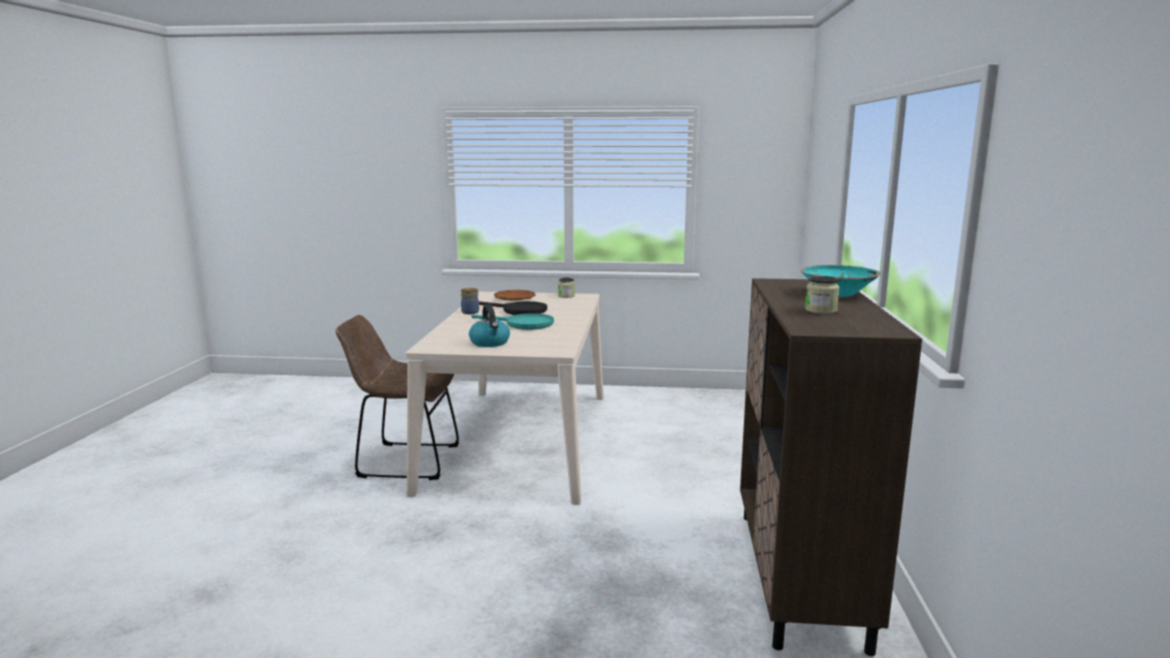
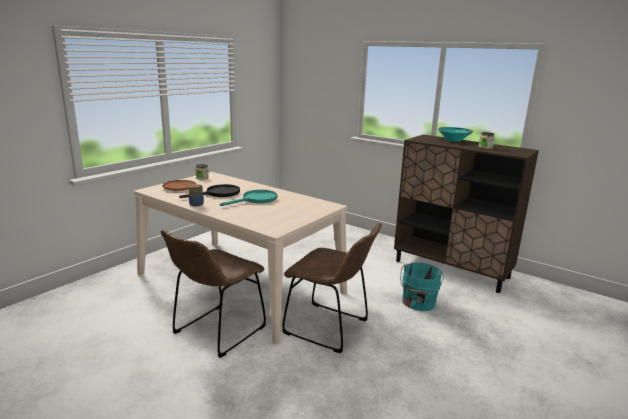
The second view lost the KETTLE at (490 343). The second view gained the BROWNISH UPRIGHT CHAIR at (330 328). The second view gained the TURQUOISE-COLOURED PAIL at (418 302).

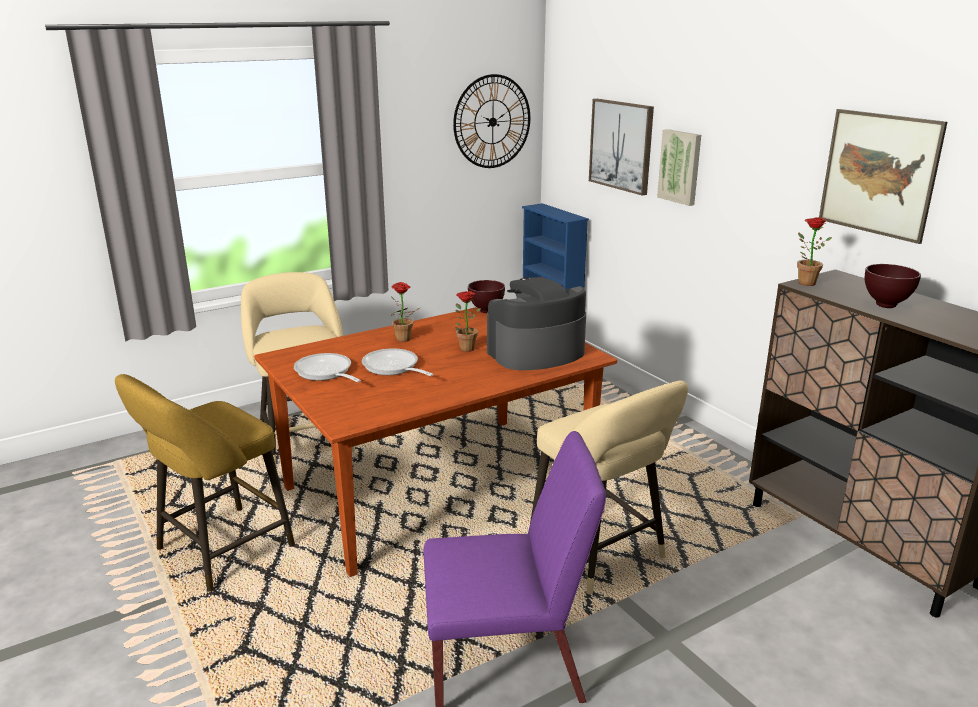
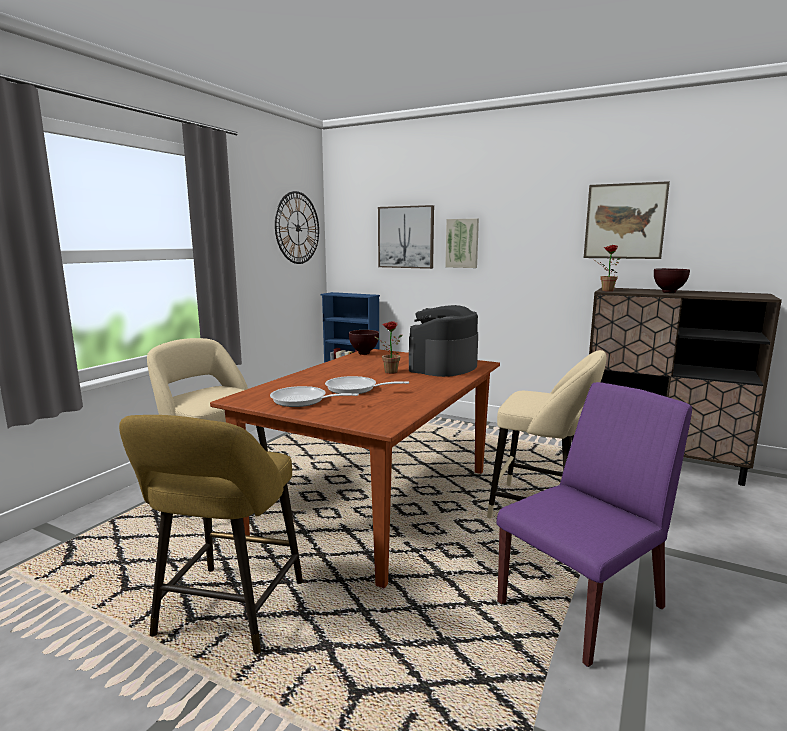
The second view lost the PLANT IN A POT at (404 340).

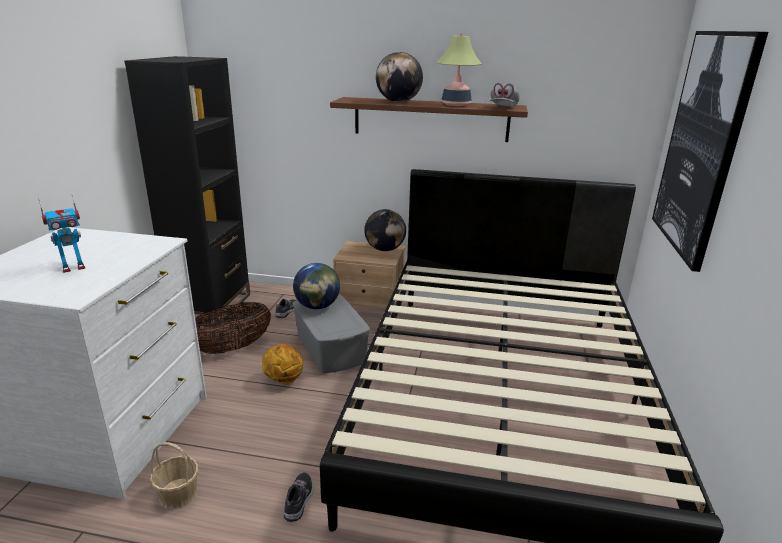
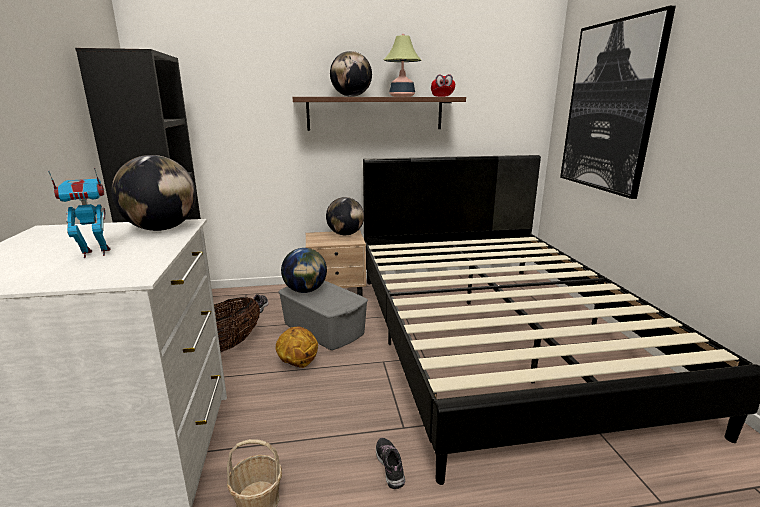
What was the GREY BASEBALL CAP at (503 108) turned into the REDDISH BASEBALL CAP at (442 96). The MODEL ROBOT at (73 267) ended up facing another way, 150 degrees counterclockwise from before. The second view gained the WORLD GLOBE at (162 229).

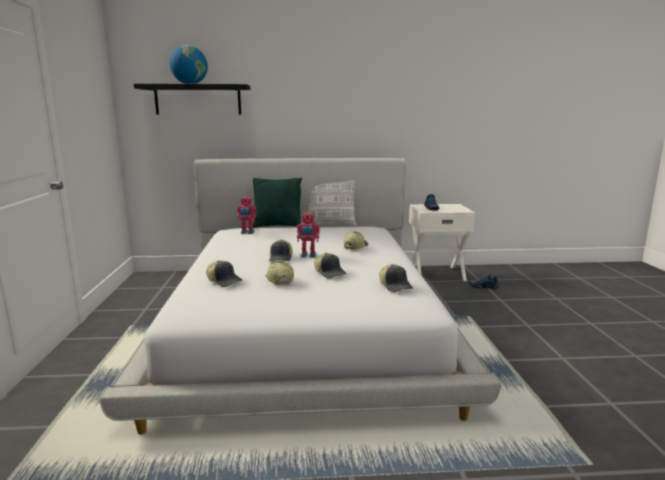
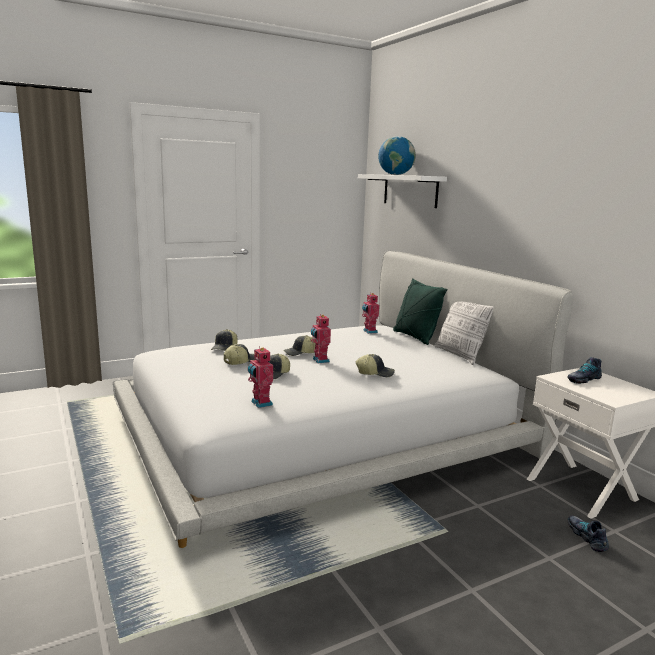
What was the BLACK-COLOURED WALL SHELF at (198 100) turned into the WHITE-COLOURED WALL SHELF at (410 190). Where the BASEBALL CAP stood at (395 286), the MODEL ROBOT came to stand at (260 403).

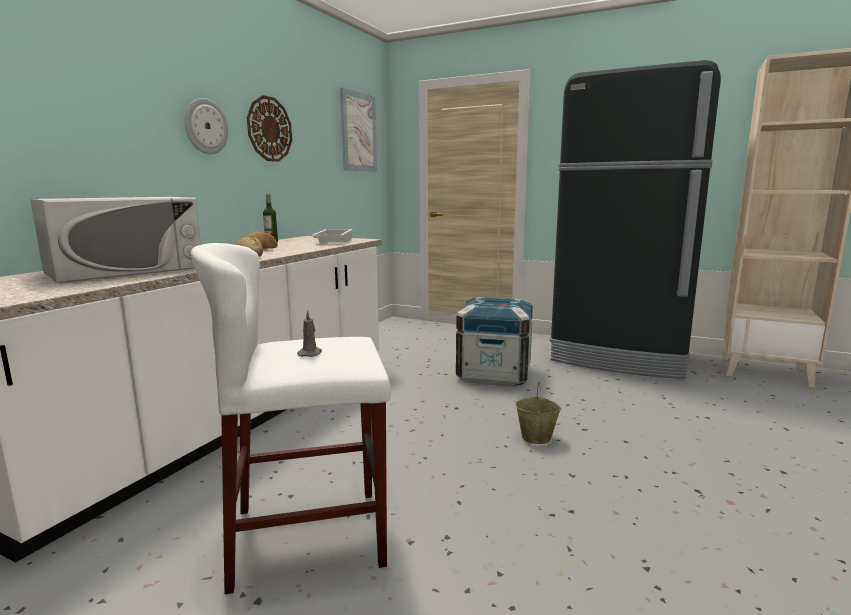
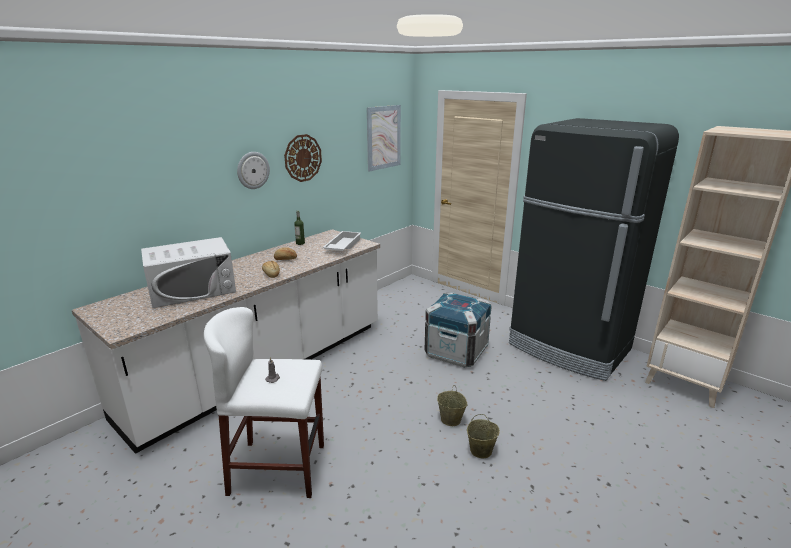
The second view gained the SAND-COLOURED PAIL at (480 450).

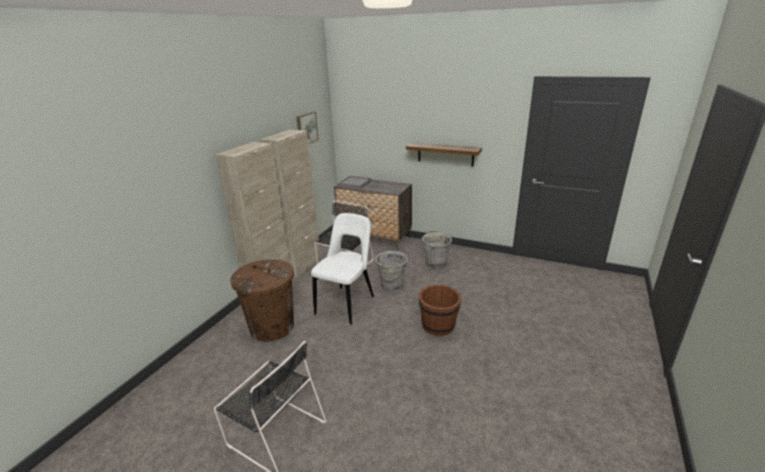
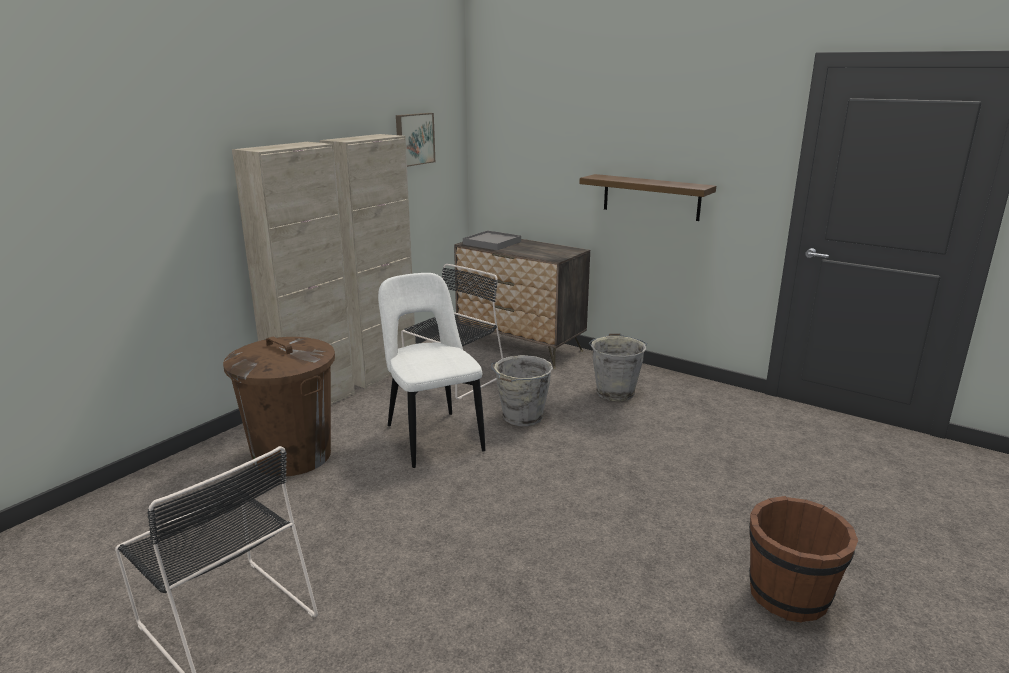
The WHITE-COLOURED UPRIGHT CHAIR at (347 303) ended up facing another way, 60 degrees counterclockwise from before. The BROWNISH PAIL ended up elsewhere, having gone from (438 326) to (789 596).

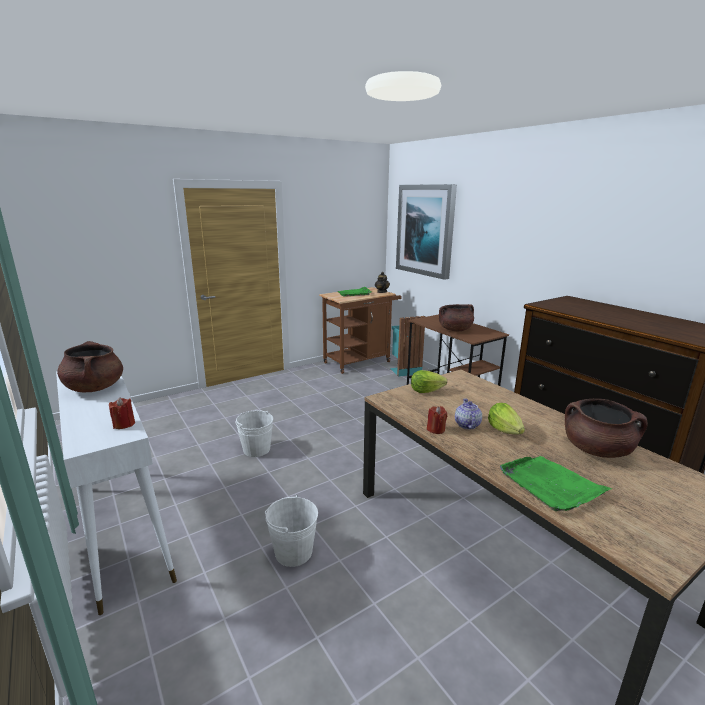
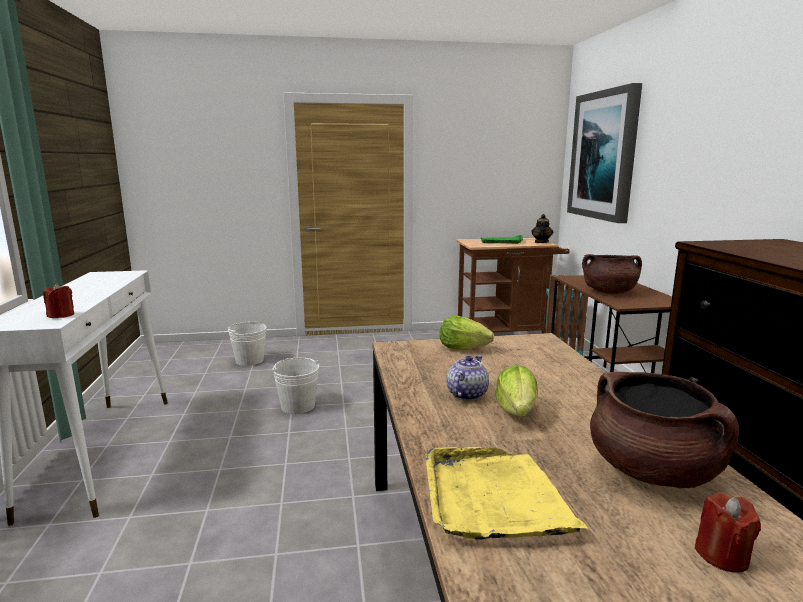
The second view lost the BROWNISH STOCKPOT at (94 388). The REDDISH CANDLE ended up elsewhere, having gone from (436 429) to (722 555). What was the GREEN TRAY at (550 485) turned into the YELLOW TRAY at (493 497). The WHITE-COLOURED PAIL ended up elsewhere, having gone from (293 552) to (249 360).

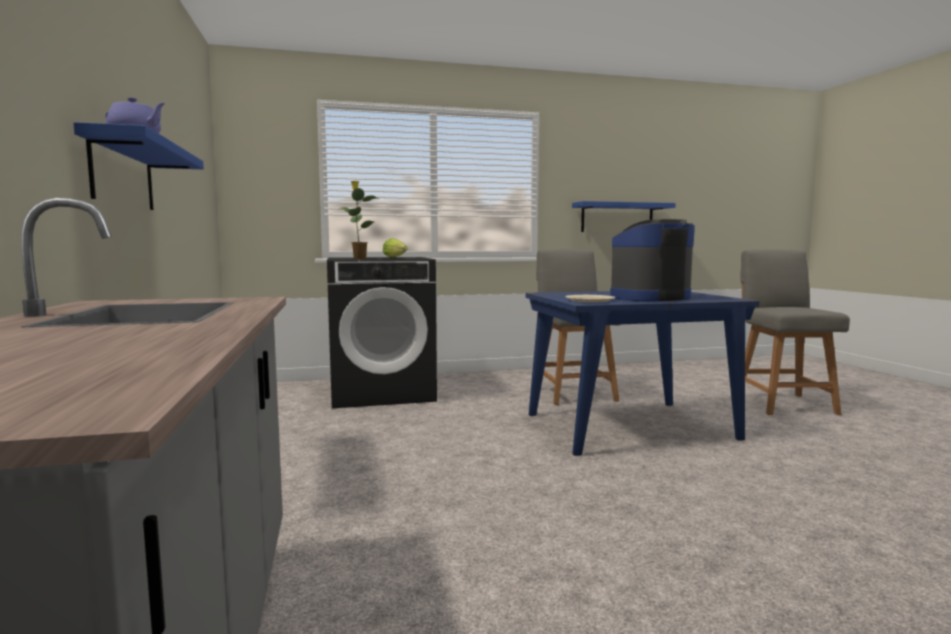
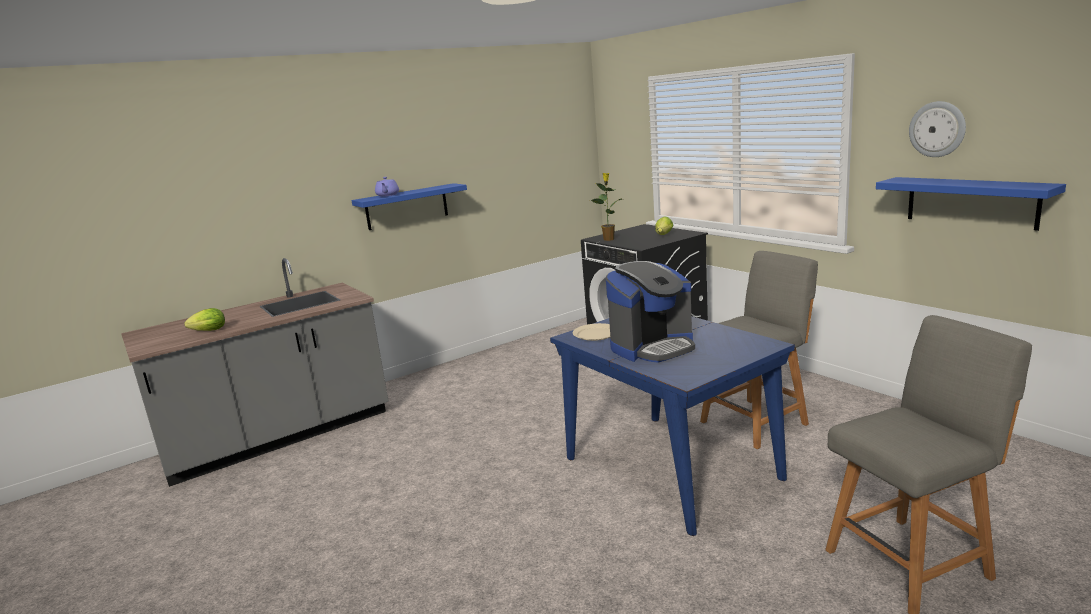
The COFFEE MACHINE at (648 297) ended up facing another way, 105 degrees clockwise from before. The second view gained the HANGING CLOCK at (937 129). The second view gained the LETTUCE at (207 331).

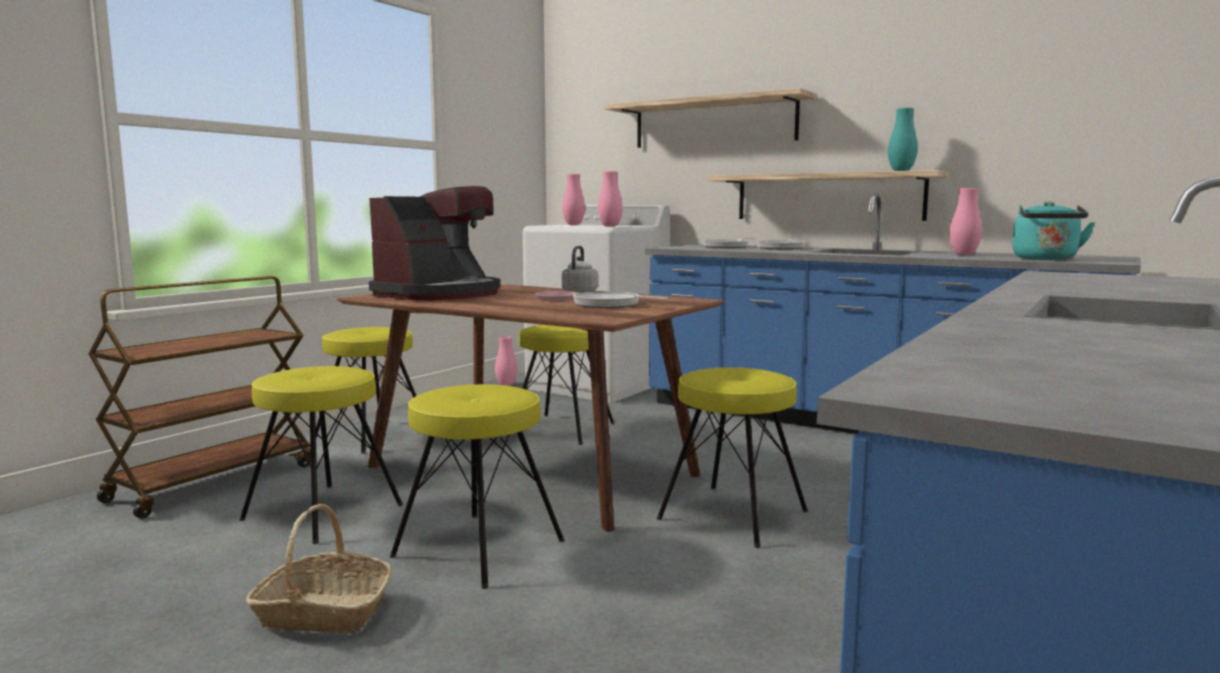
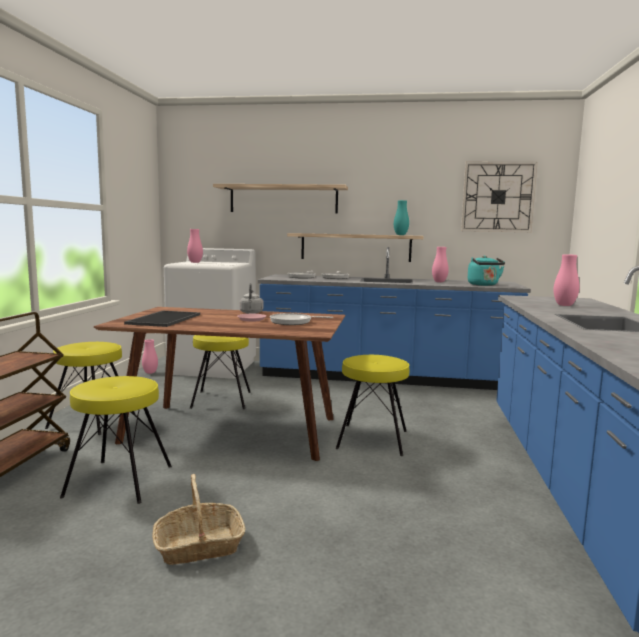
The PINK DECORATIVE VASE ended up elsewhere, having gone from (610 226) to (564 305). Where the COFFEE MACHINE stood at (440 294), the TRAY came to stand at (163 319). The second view lost the YELLOW STOOL SEAT at (477 548). The second view gained the HANGING CLOCK at (498 197).

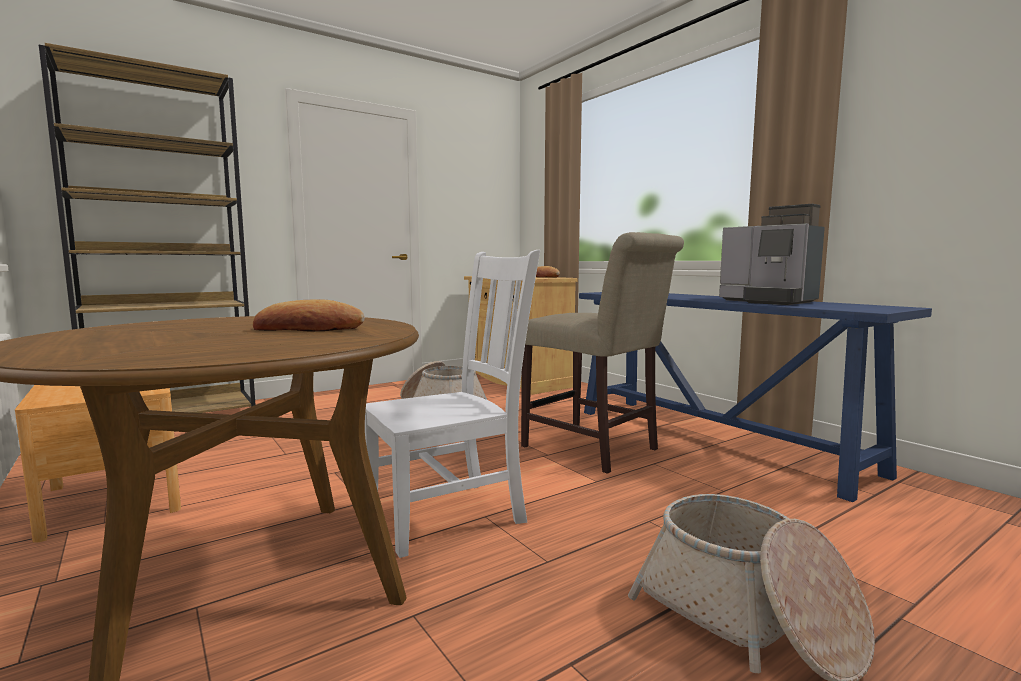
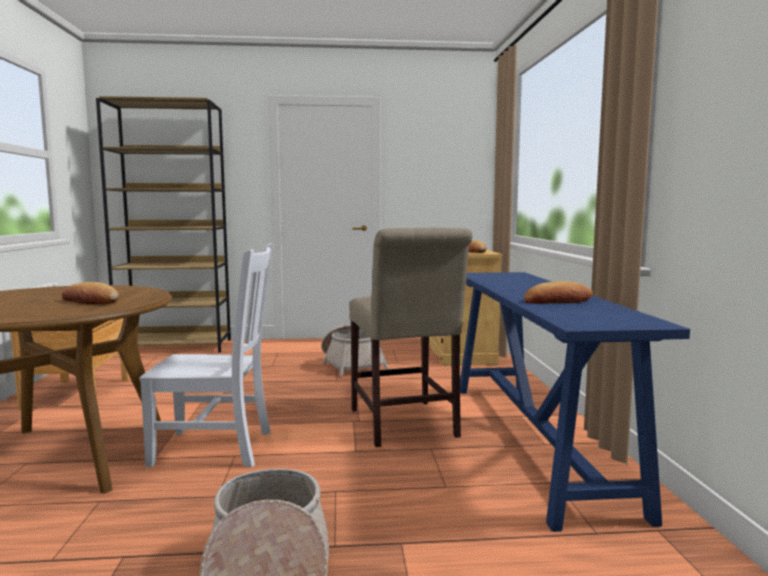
Where the COFFEE MACHINE stood at (769 301), the BAKERY BREAD came to stand at (558 301).

